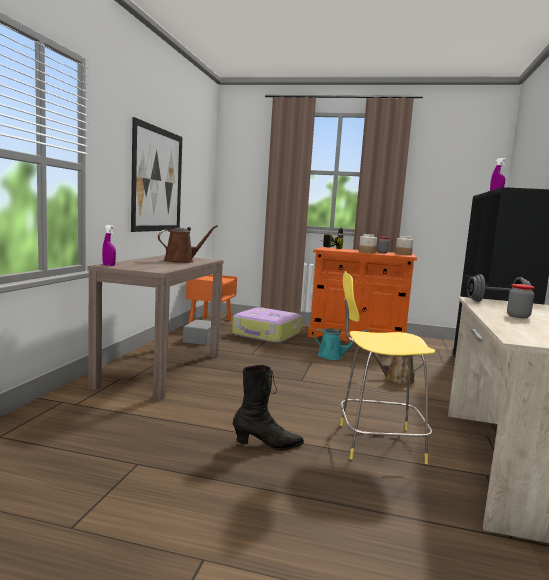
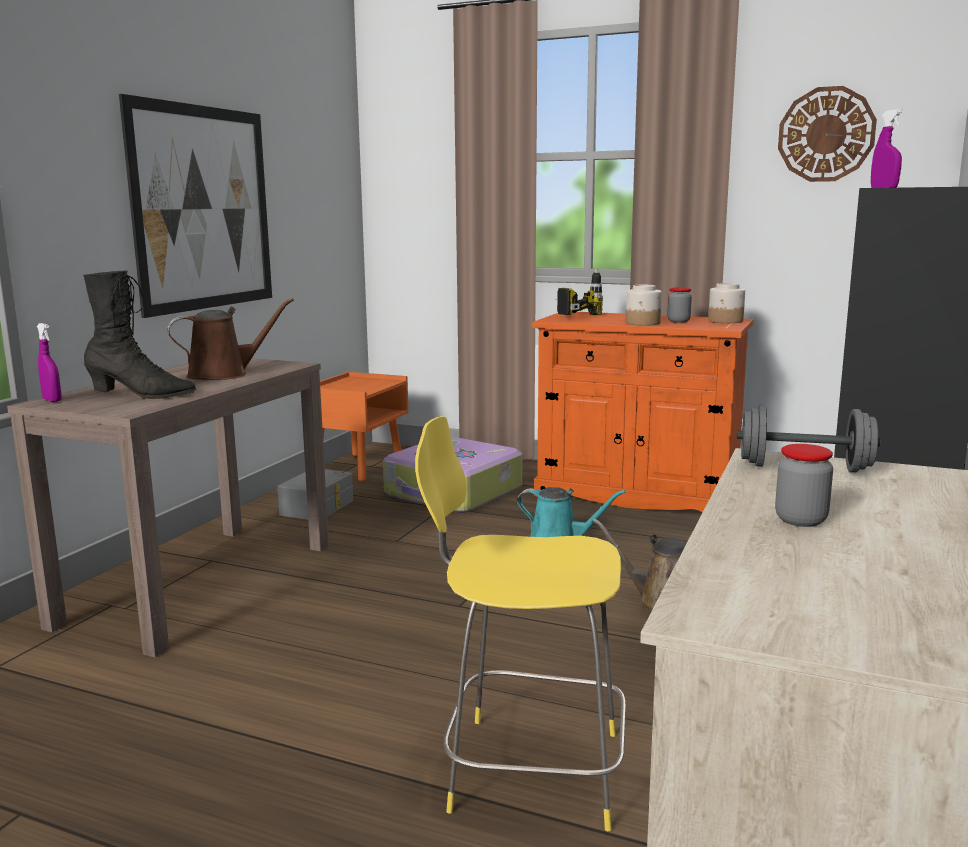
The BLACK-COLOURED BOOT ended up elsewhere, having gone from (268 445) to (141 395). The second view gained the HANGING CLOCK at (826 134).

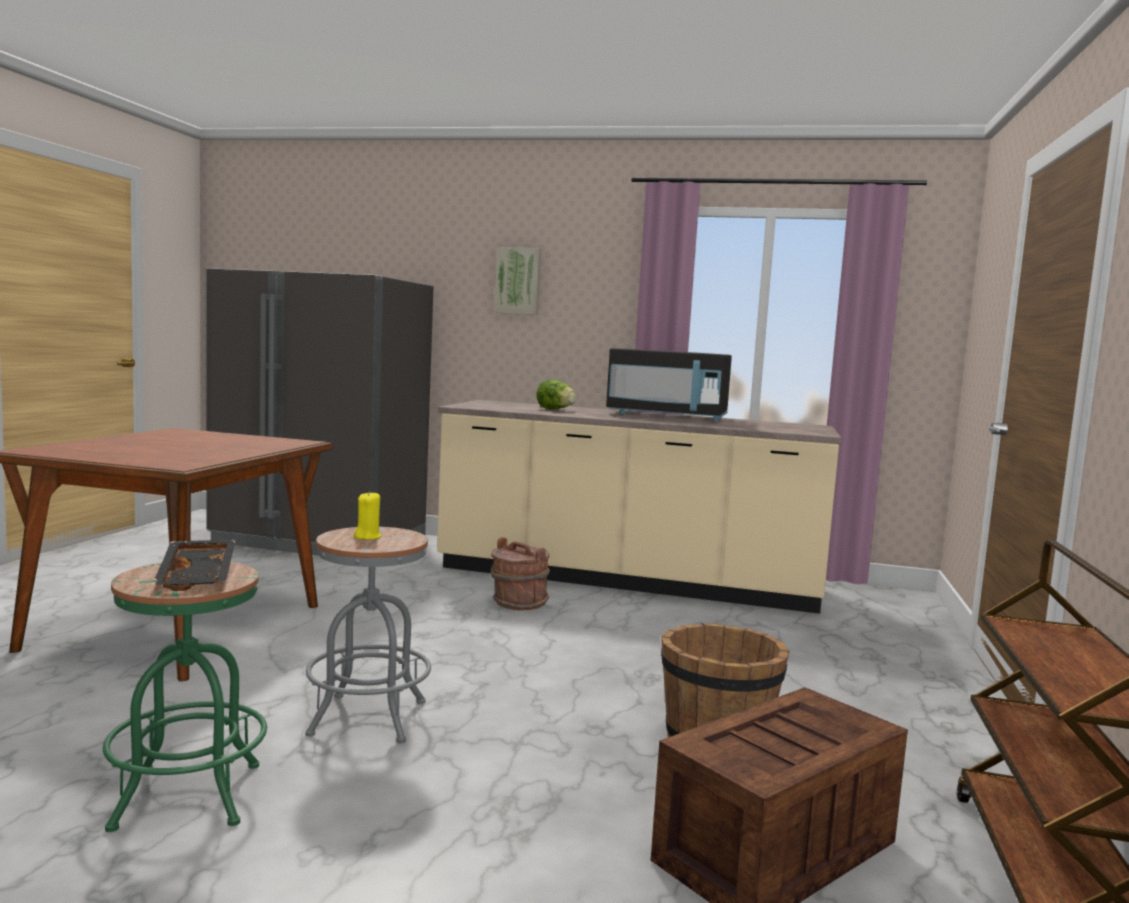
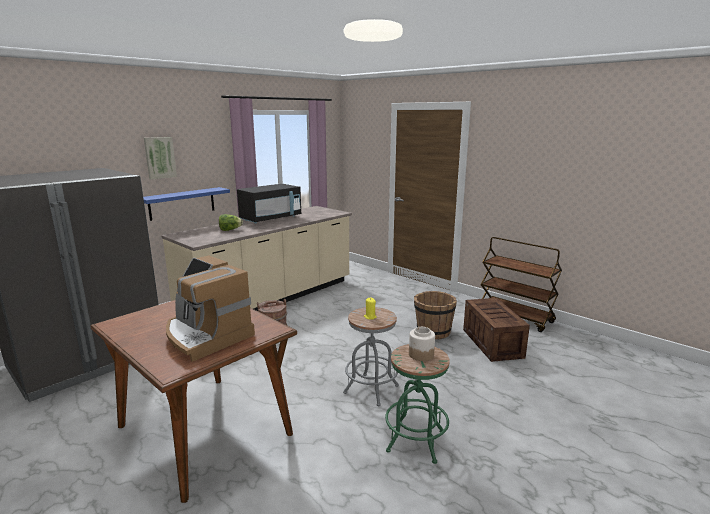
Where the BLACK-COLOURED TRAY stood at (199 576), the JAR came to stand at (421 354). The second view gained the BLUE-COLOURED WALL SHELF at (182 203). The second view gained the COFFEE MACHINE at (206 335).

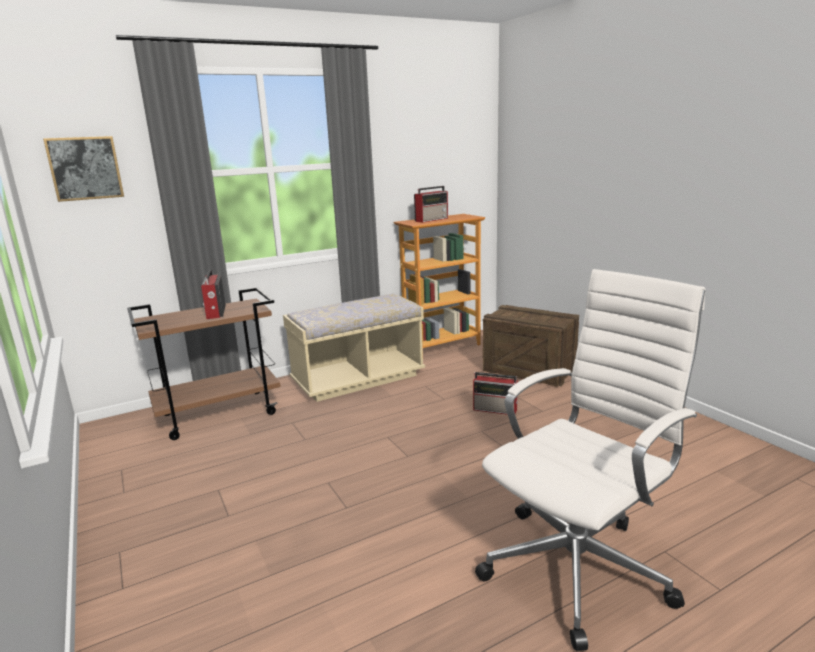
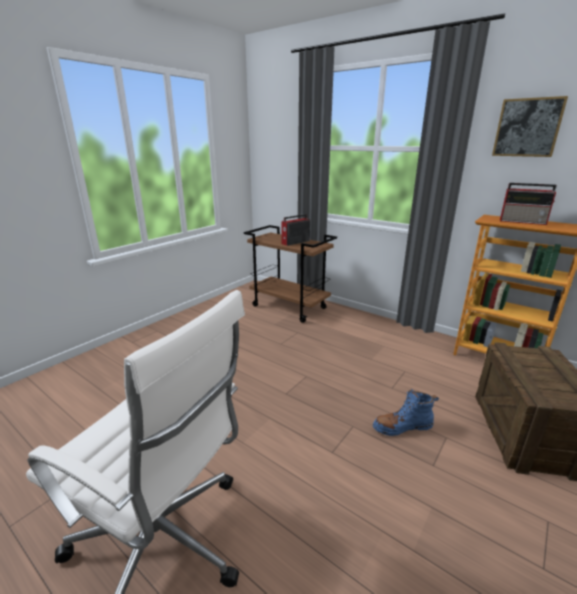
The PICTURE ended up elsewhere, having gone from (85 168) to (527 127). The second view lost the SAND-COLOURED LONG SEAT at (358 379). Where the RADIO RECEIVER stood at (496 409), the BLUE-COLOURED BOOT came to stand at (402 427).

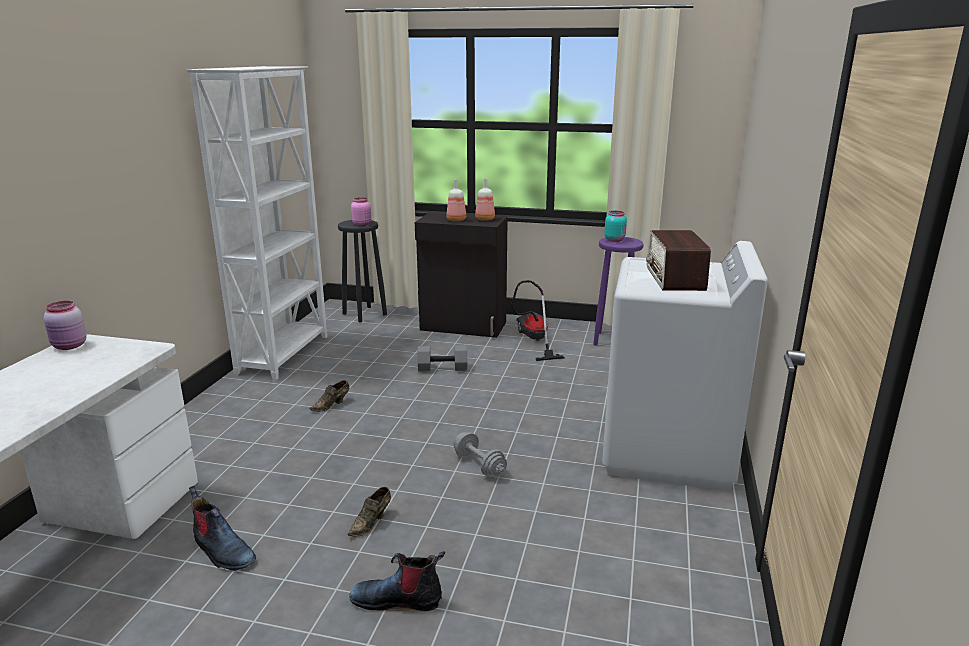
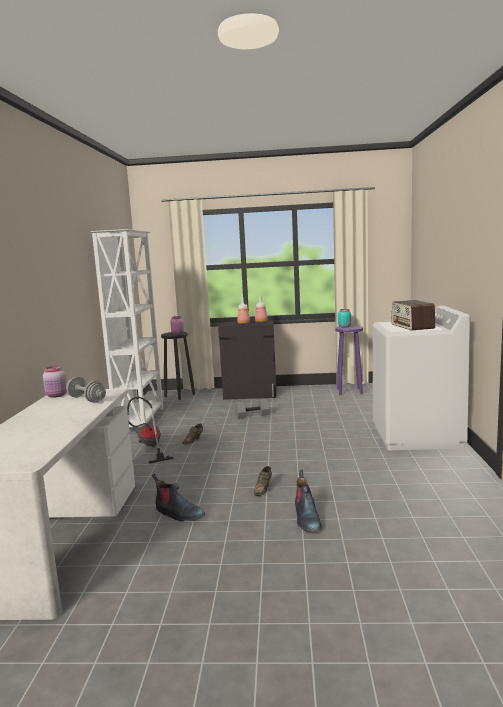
The VACUUM CLEANER ended up elsewhere, having gone from (533 340) to (150 447). The GREY DUMBBELL ended up elsewhere, having gone from (479 465) to (86 399). The BOOT at (398 600) ended up facing another way, 90 degrees counterclockwise from before.

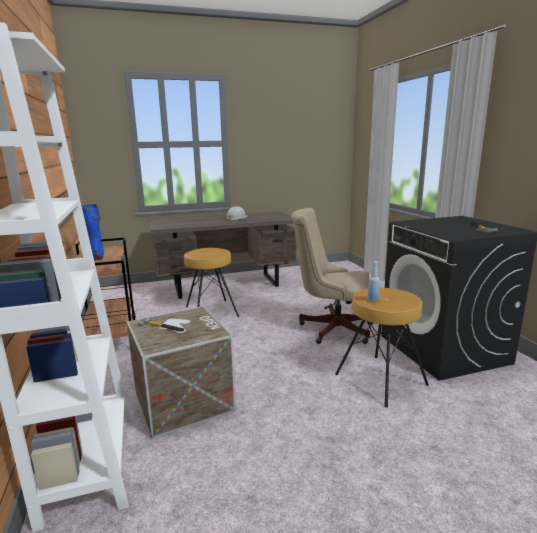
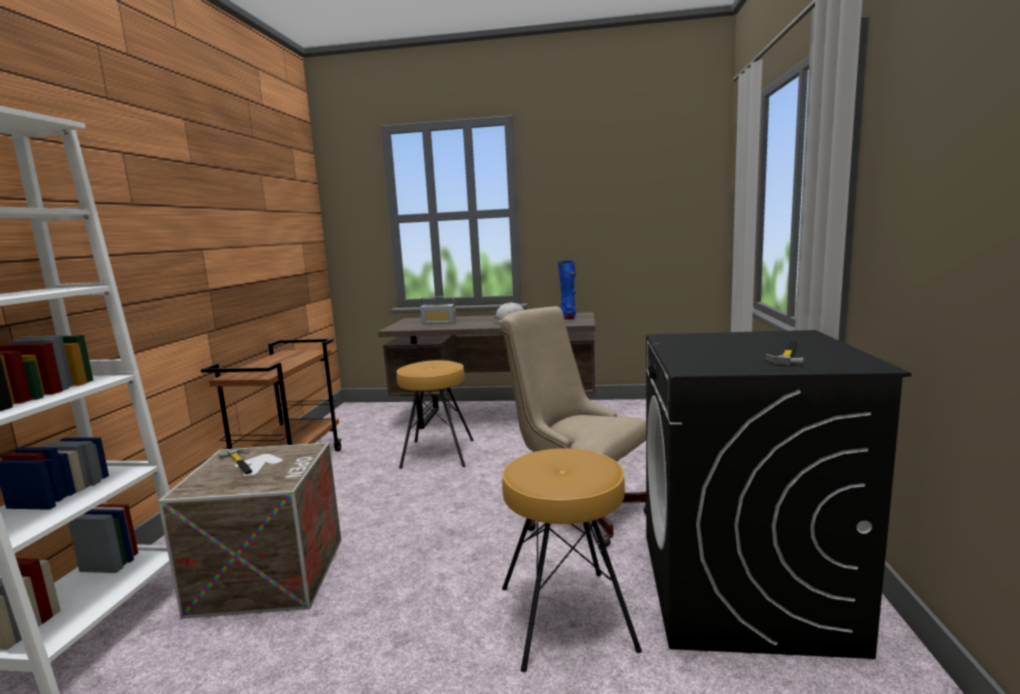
The BLUE-COLOURED BOOT ended up elsewhere, having gone from (96 256) to (567 317). The second view lost the BLUE-COLOURED BEVERAGE BOTTLE at (373 300). The second view gained the RADIO RECEIVER at (439 323).

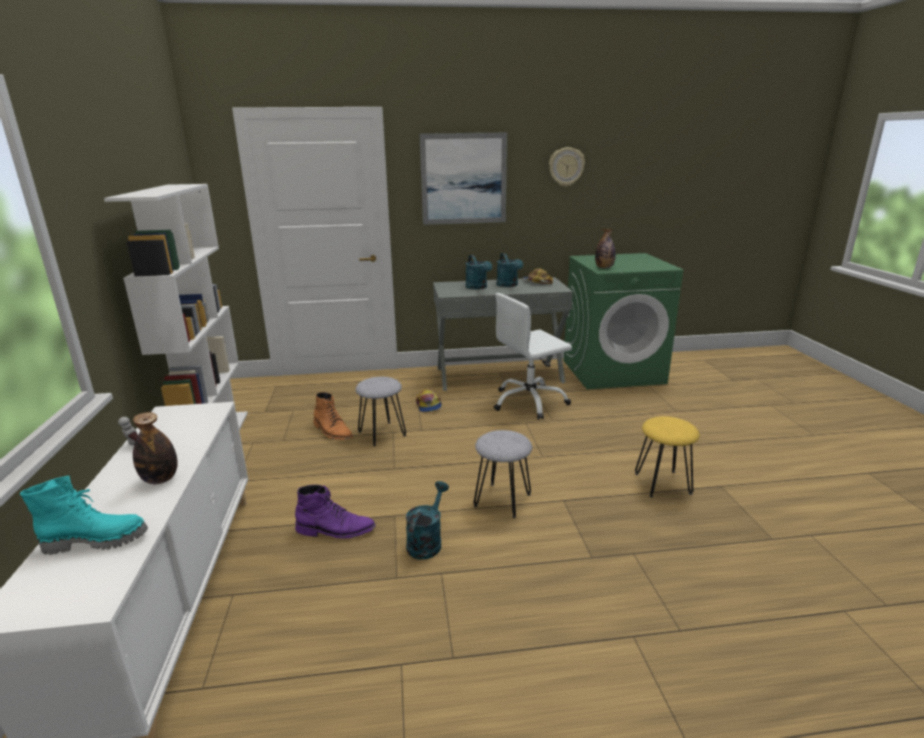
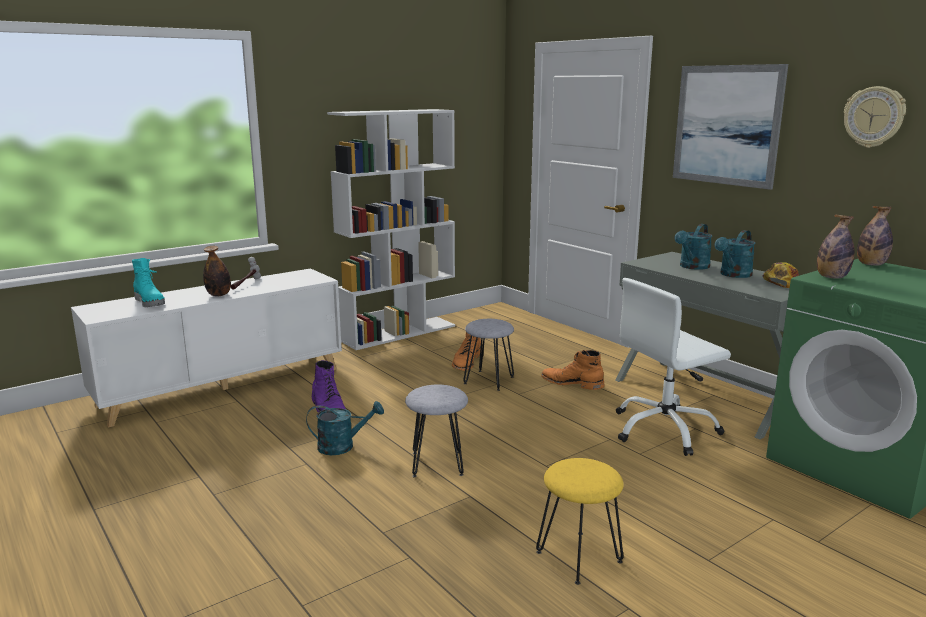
The WHITE-COLOURED DESK CHAIR at (529 402) ended up facing another way, 60 degrees counterclockwise from before. Where the BASEBALL CAP stood at (429 405), the ORANGE-COLOURED BOOT came to stand at (572 383). The second view gained the BEVERAGE BOTTLE at (871 265).

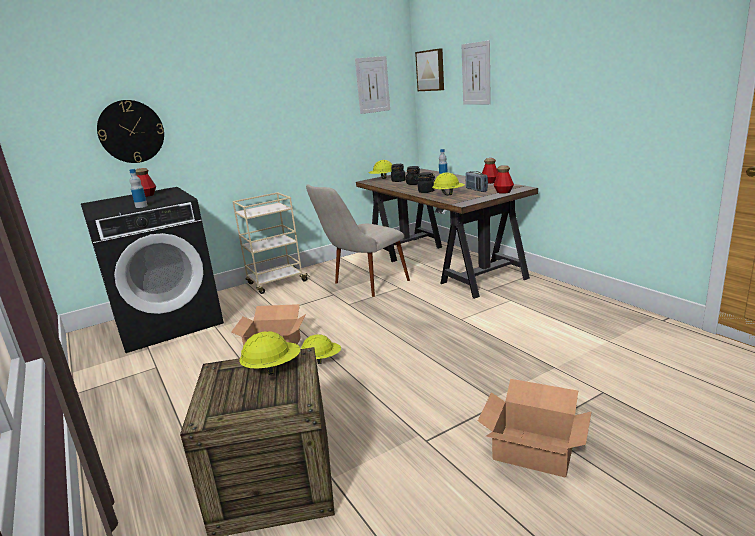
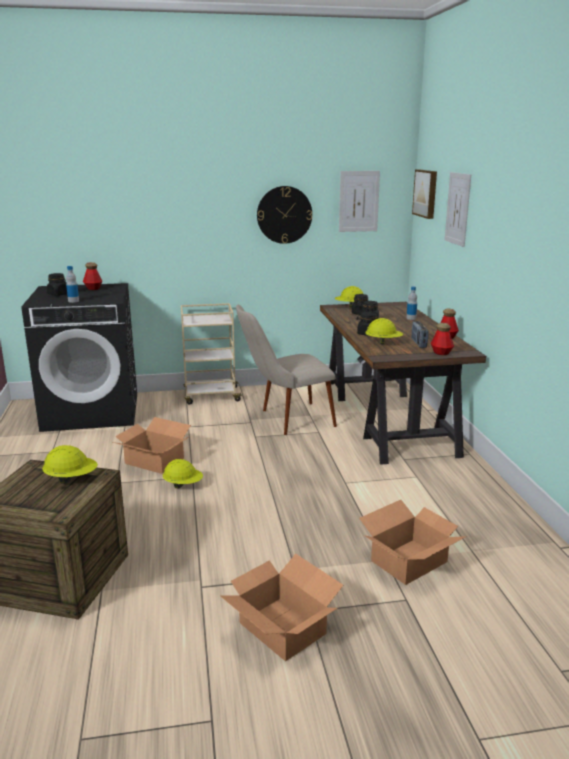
The HANGING CLOCK ended up elsewhere, having gone from (131 131) to (284 215). The second view gained the BLACK-COLOURED JAR at (58 294). The second view gained the CARDBOARD BOX at (410 561).

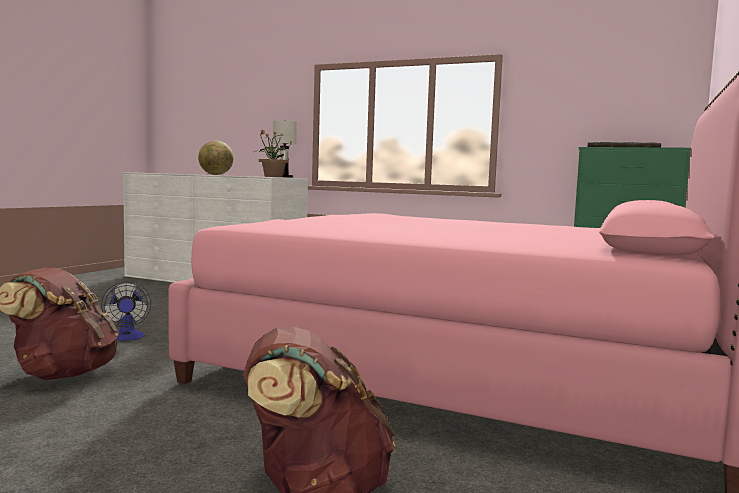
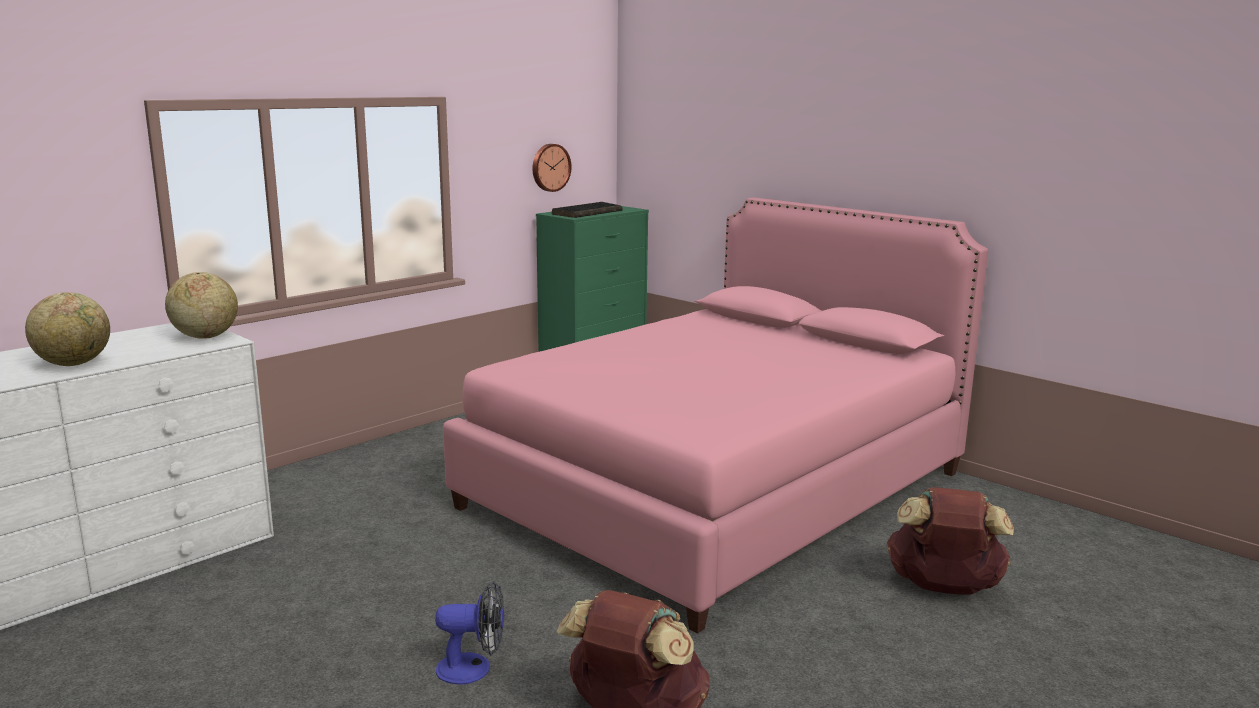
The second view lost the WHITE-COLOURED LAMP FOR A TABLE at (284 177). Where the PLANT IN A POT stood at (272 176), the WORLD GLOBE came to stand at (205 337). The second view gained the HANGING CLOCK at (550 167).

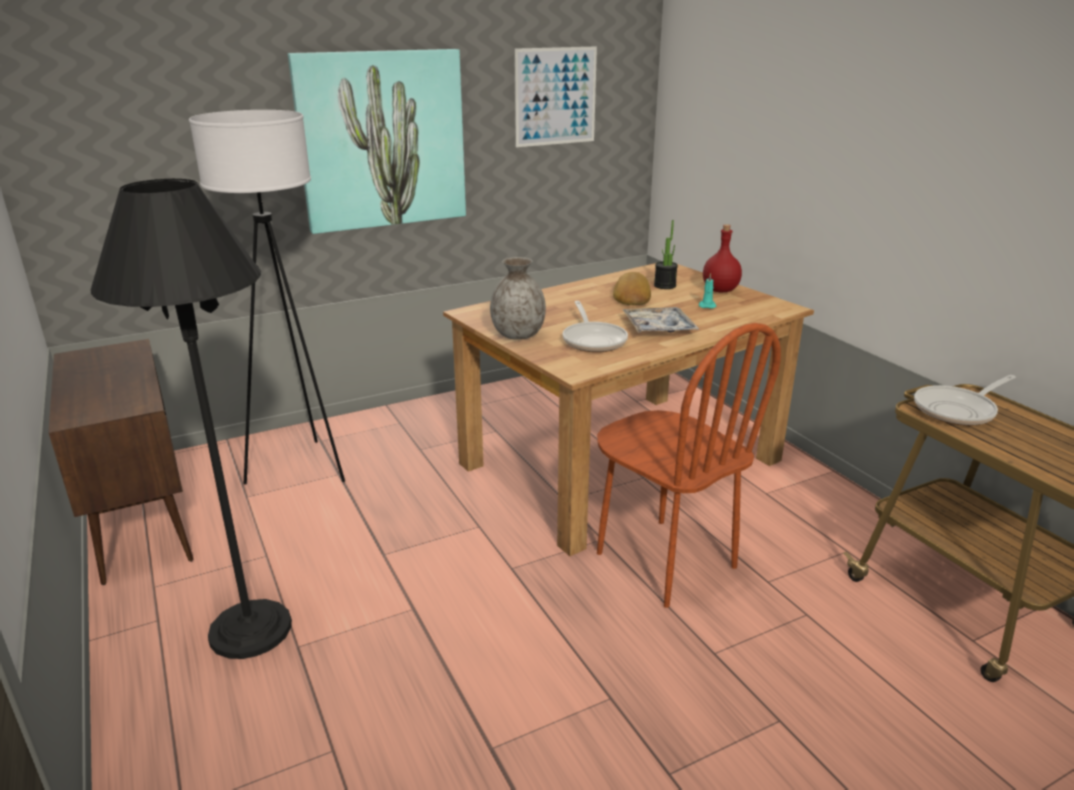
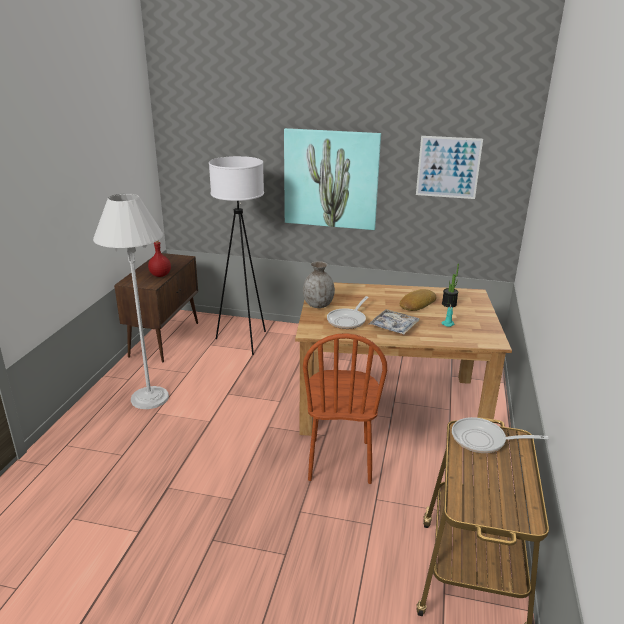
What was the BLACK-COLOURED STANDARD LAMP at (250 629) turned into the WHITE-COLOURED STANDARD LAMP at (149 398). The REDDISH BEVERAGE BOTTLE ended up elsewhere, having gone from (719 290) to (160 275).

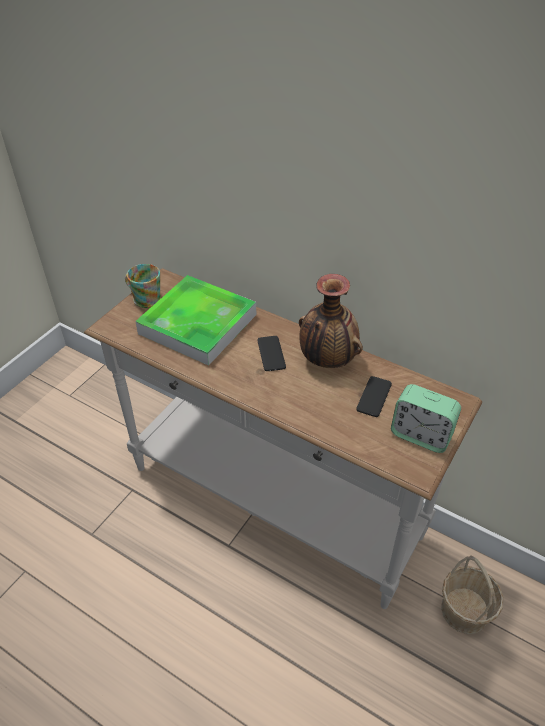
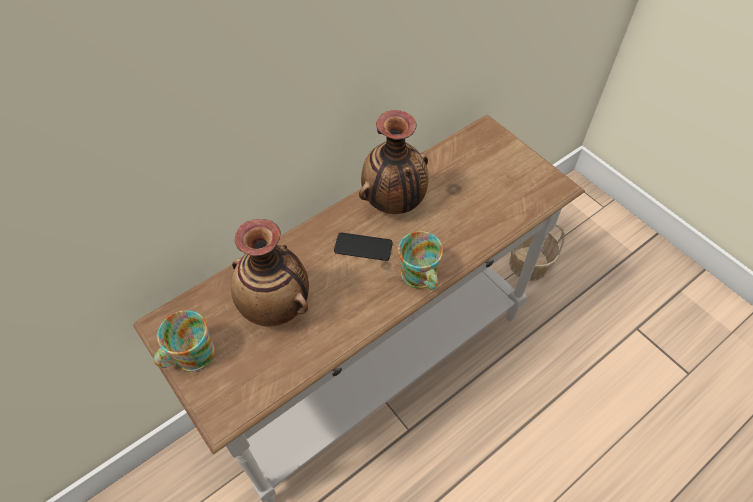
Where the TRAY stood at (198 324), the DECORATIVE VASE came to stand at (276 306). The second view lost the HANDSET at (374 397). The second view lost the TABLE CLOCK at (421 435). The second view gained the MUG at (420 278).

